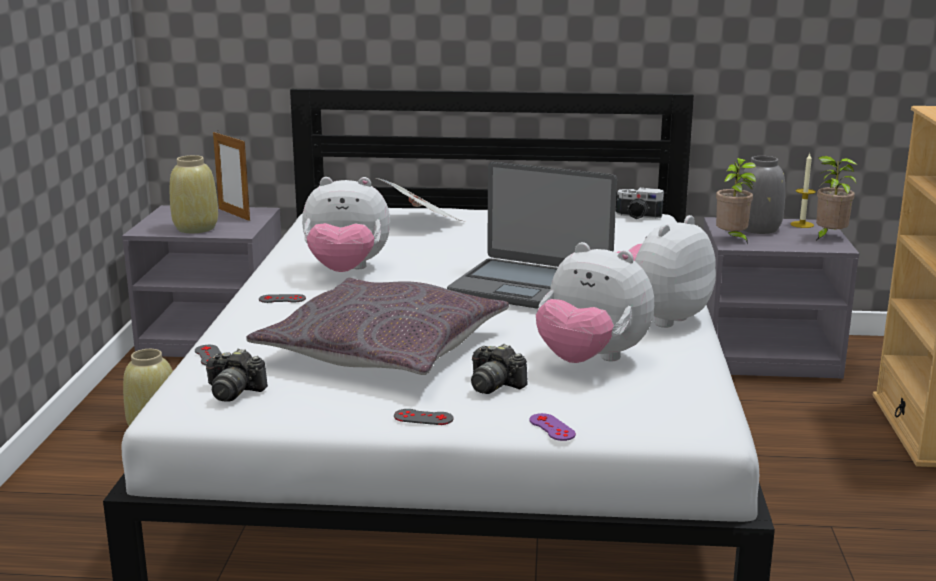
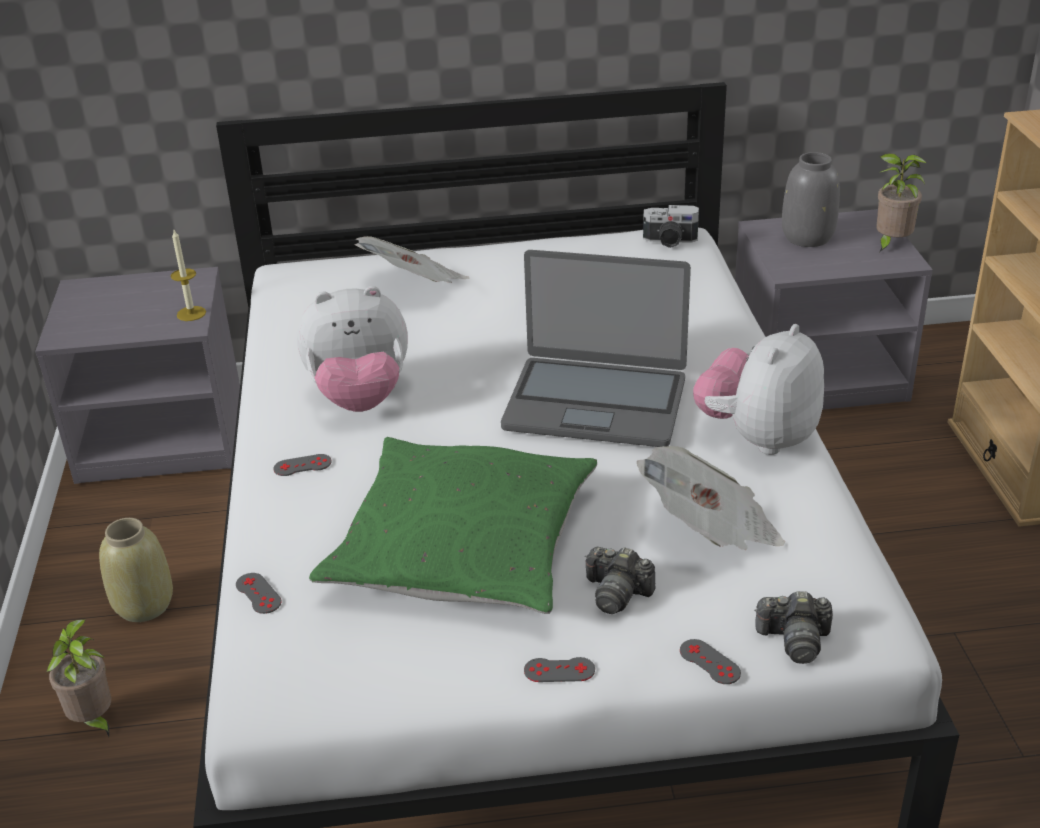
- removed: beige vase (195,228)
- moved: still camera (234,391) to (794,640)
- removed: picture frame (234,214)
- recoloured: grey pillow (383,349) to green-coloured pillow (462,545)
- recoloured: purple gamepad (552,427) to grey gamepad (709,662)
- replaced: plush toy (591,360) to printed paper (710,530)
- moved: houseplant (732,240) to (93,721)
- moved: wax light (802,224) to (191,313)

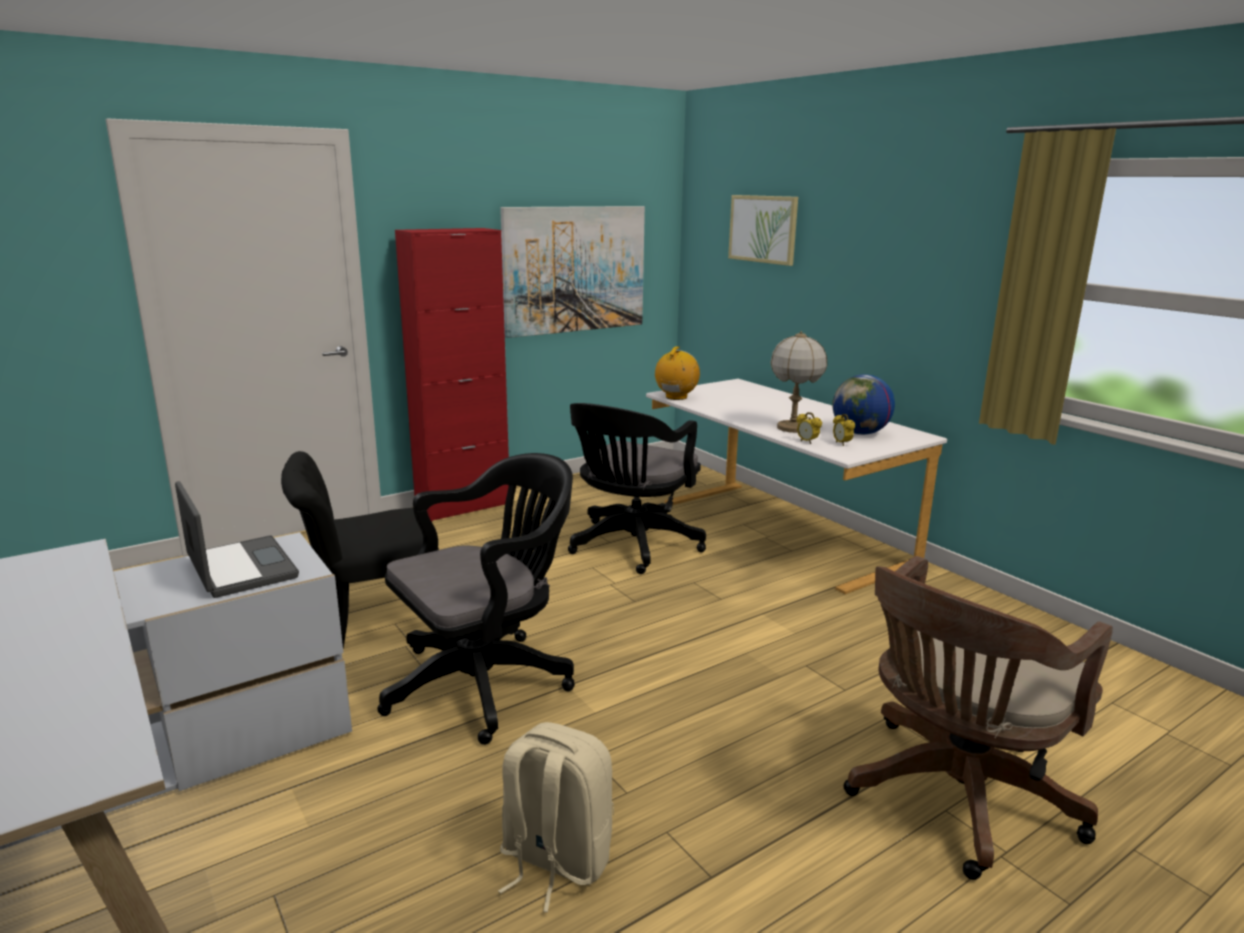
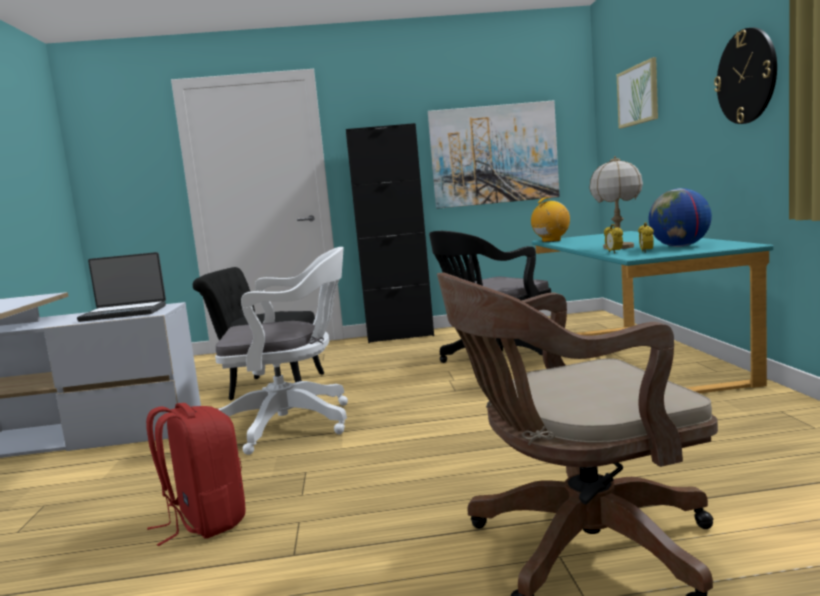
- turned: notebook computer (239,569) = (125,313) 90 degrees clockwise
- recoloured: black desk chair (486,682) to white desk chair (293,423)
- recoloured: reddish cabinet (463,506) to black cabinet (400,336)
- recoloured: beige rucksack (553,861) to reddish rucksack (204,522)
- recoloured: white desk unit (775,532) to blue-green desk unit (634,357)
- added: wall clock (746,76)

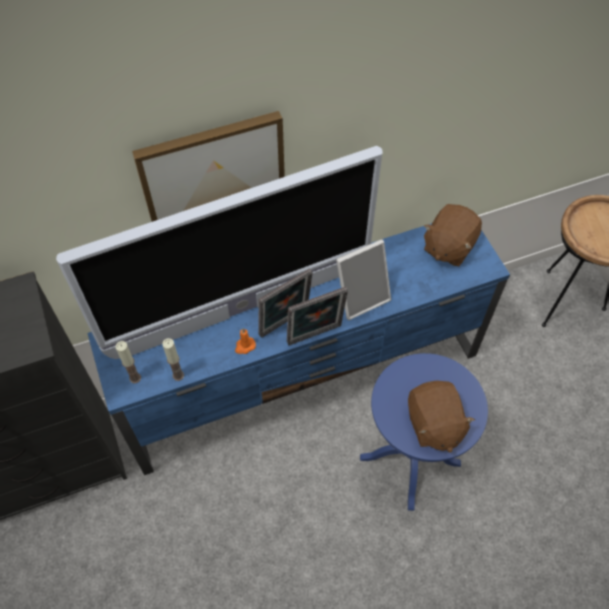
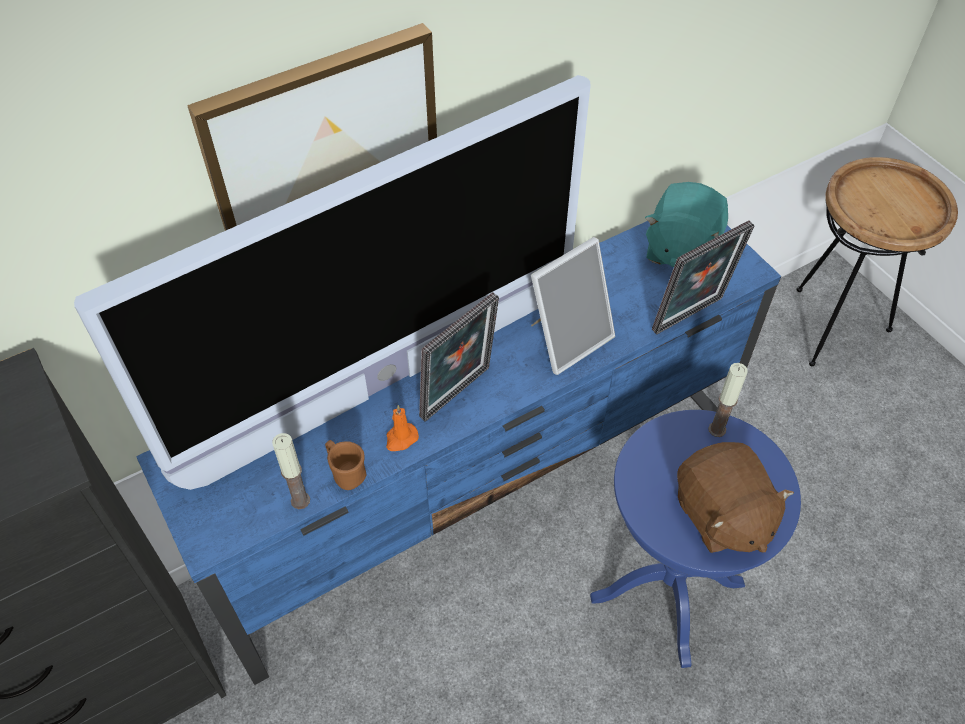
- moved: wax light (135,378) to (717,429)
- moved: picture frame (315,336) to (690,317)
- recoloured: brownish plush toy (448,246) to blue-green plush toy (680,249)
- added: brownish coffee mug (346,473)

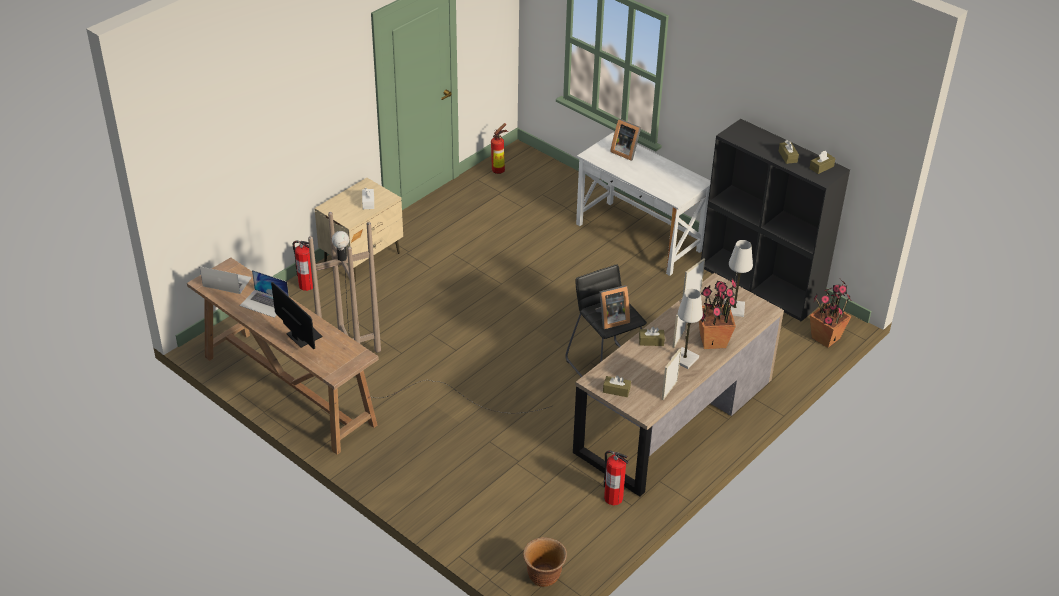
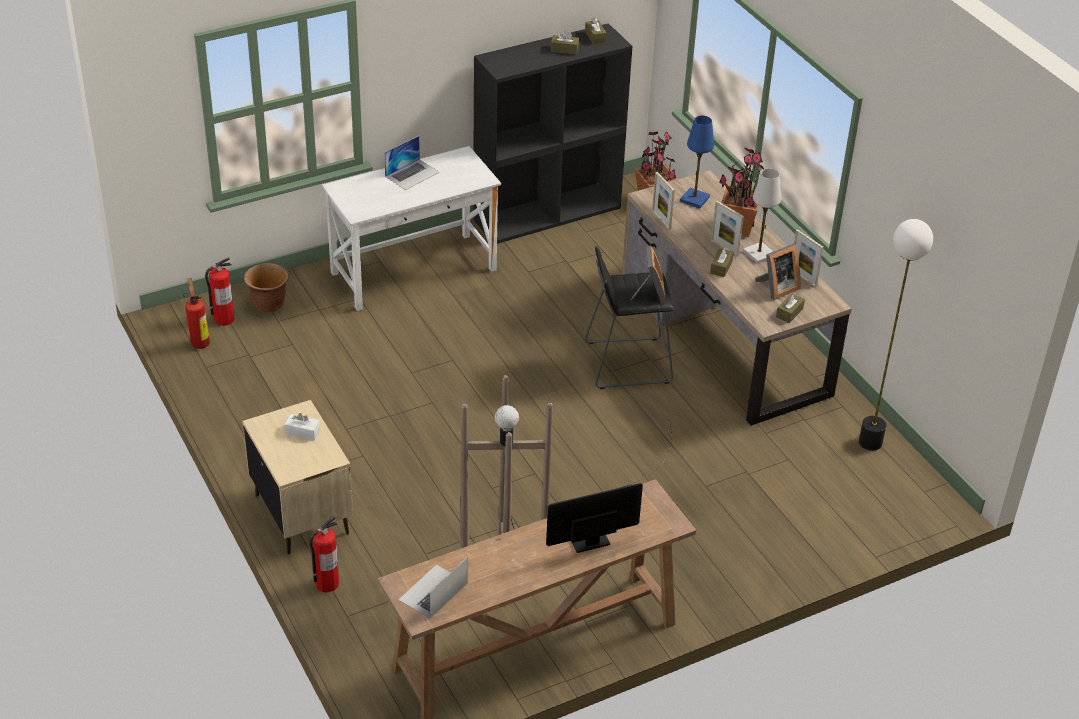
- moved: notebook computer (264,303) to (412,174)
- moved: brownish planter (544,576) to (268,304)
- moved: fire extinguisher (613,498) to (223,319)
- moved: picture frame (625,152) to (776,288)
- recoloured: white tabletop lamp (734,309) to blue tabletop lamp (694,199)
- added: floor lamp (870,442)

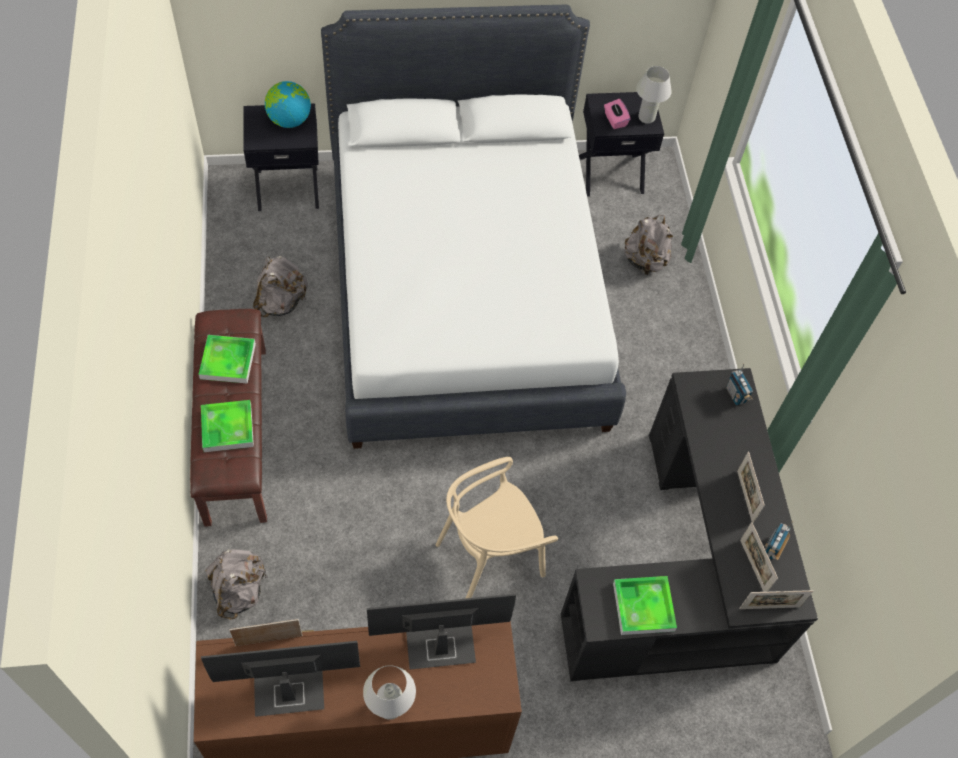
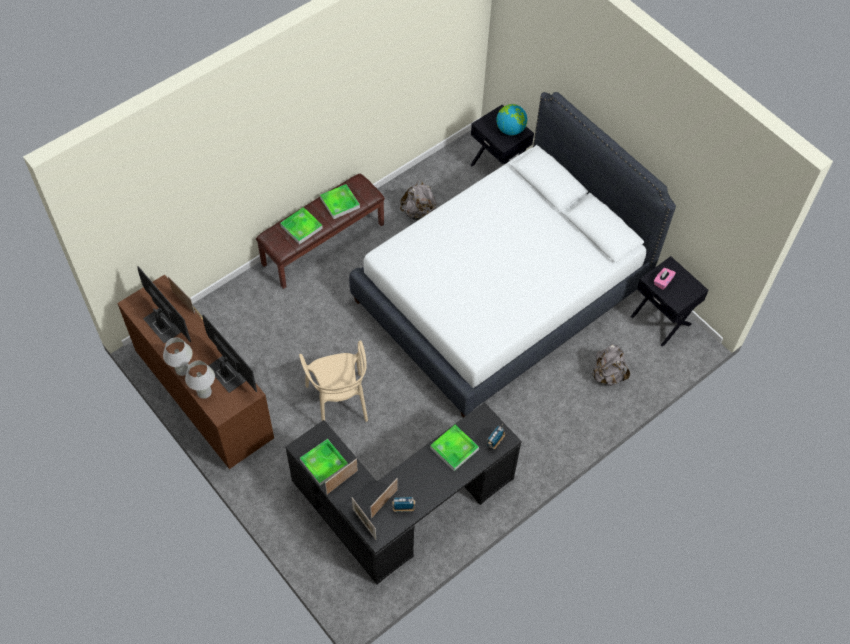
- removed: grey rucksack (239,591)
- turned: beige chair (490,555) = (339,401) 135 degrees counterclockwise
- moved: white tabletop lamp (646,117) to (204,392)
- moved: picture frame (745,497) to (342,482)
- added: serving tray (454,449)

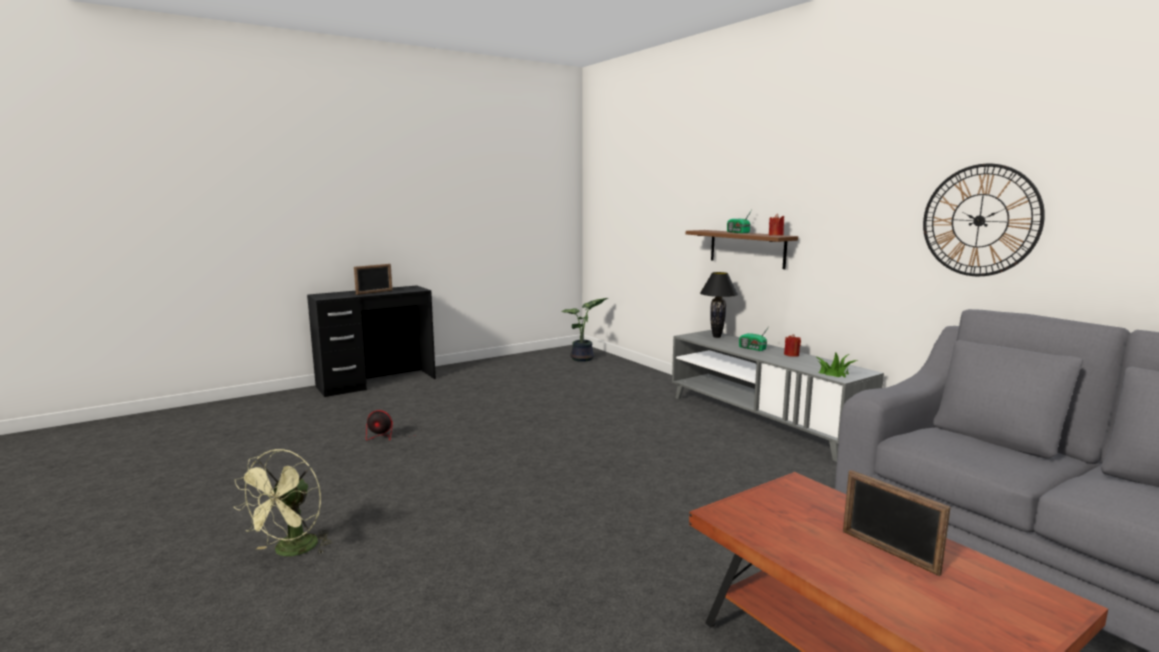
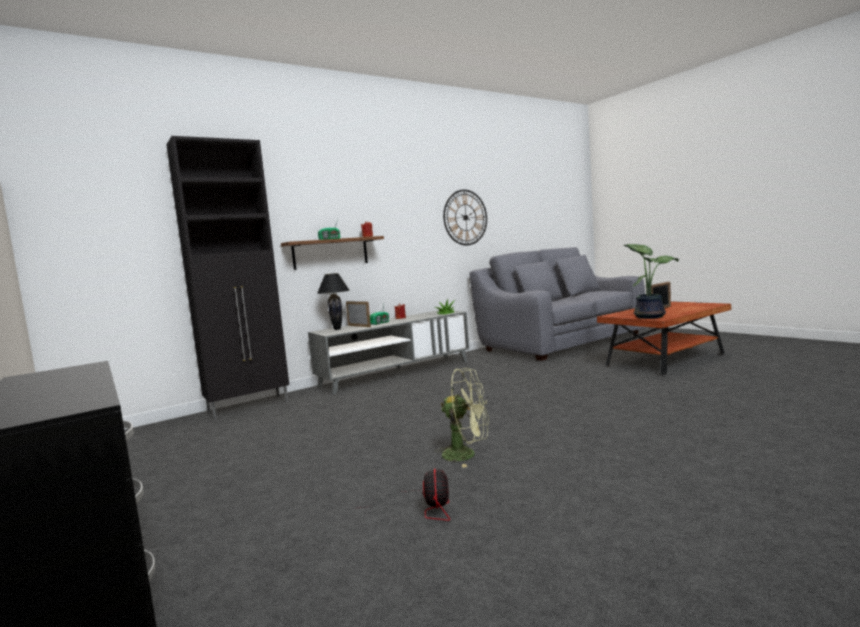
- moved: green-coloured fan (291,551) to (466,455)
- moved: picture frame (374,292) to (359,326)
- moved: houseplant (583,359) to (649,316)
- added: black cabinet (249,407)

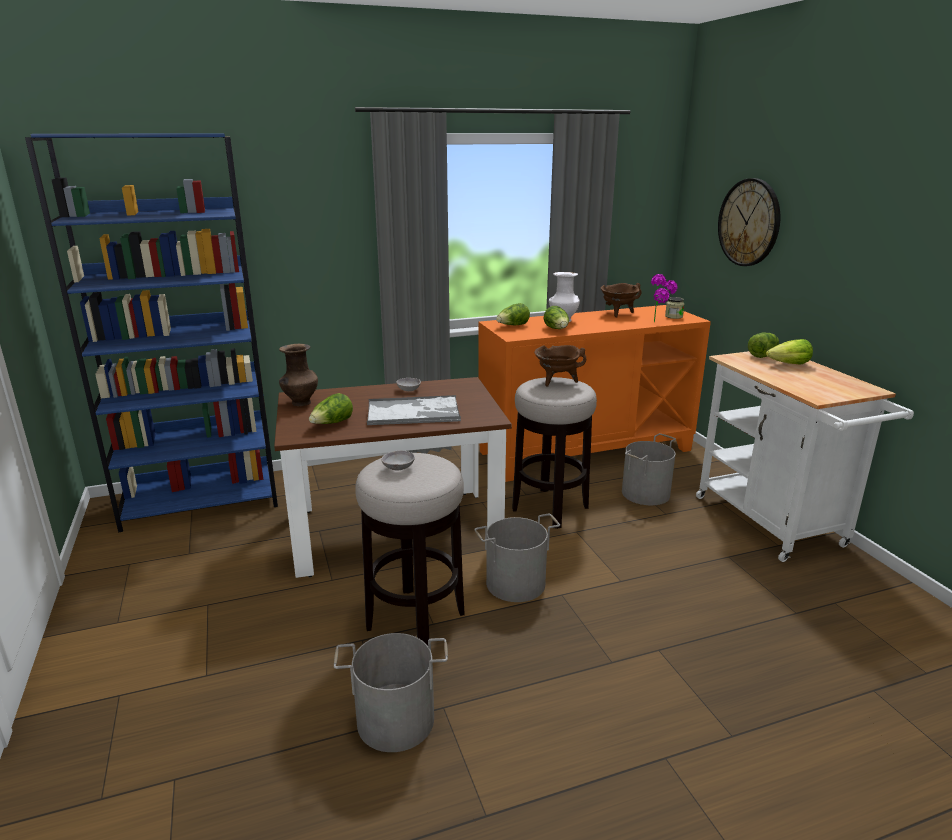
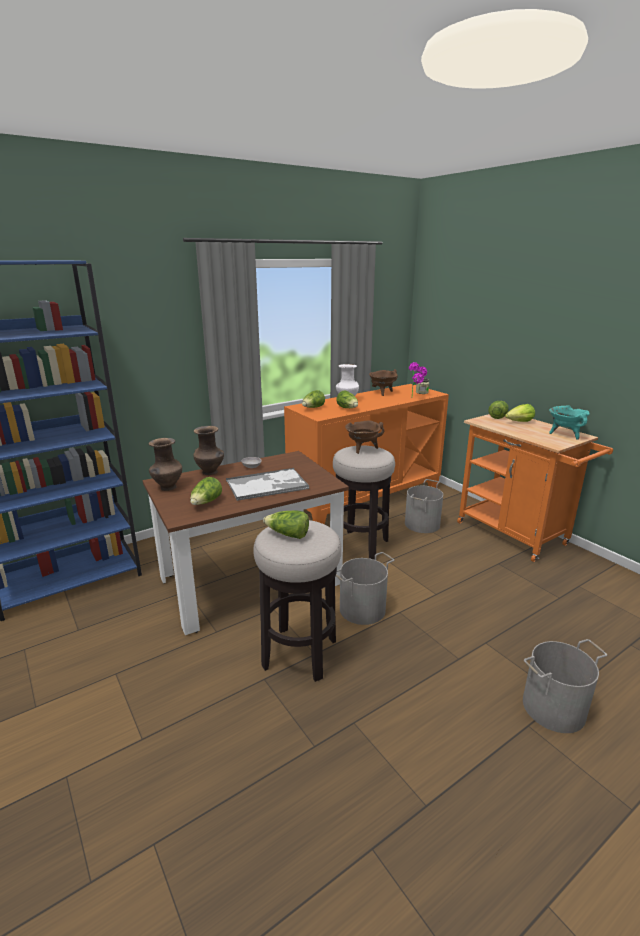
- moved: grey water bucket (395,719) to (553,707)
- replaced: grey deep dish (398,468) to head of lettuce (288,535)
- recoloured: white wheeled cart (775,525) to orange-coloured wheeled cart (517,536)
- removed: wall clock (749,222)
- added: brownish vase (210,472)
- added: blue-green saucepot (565,434)

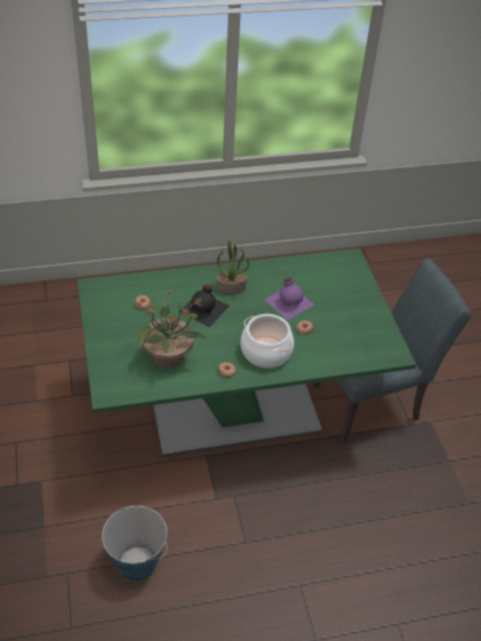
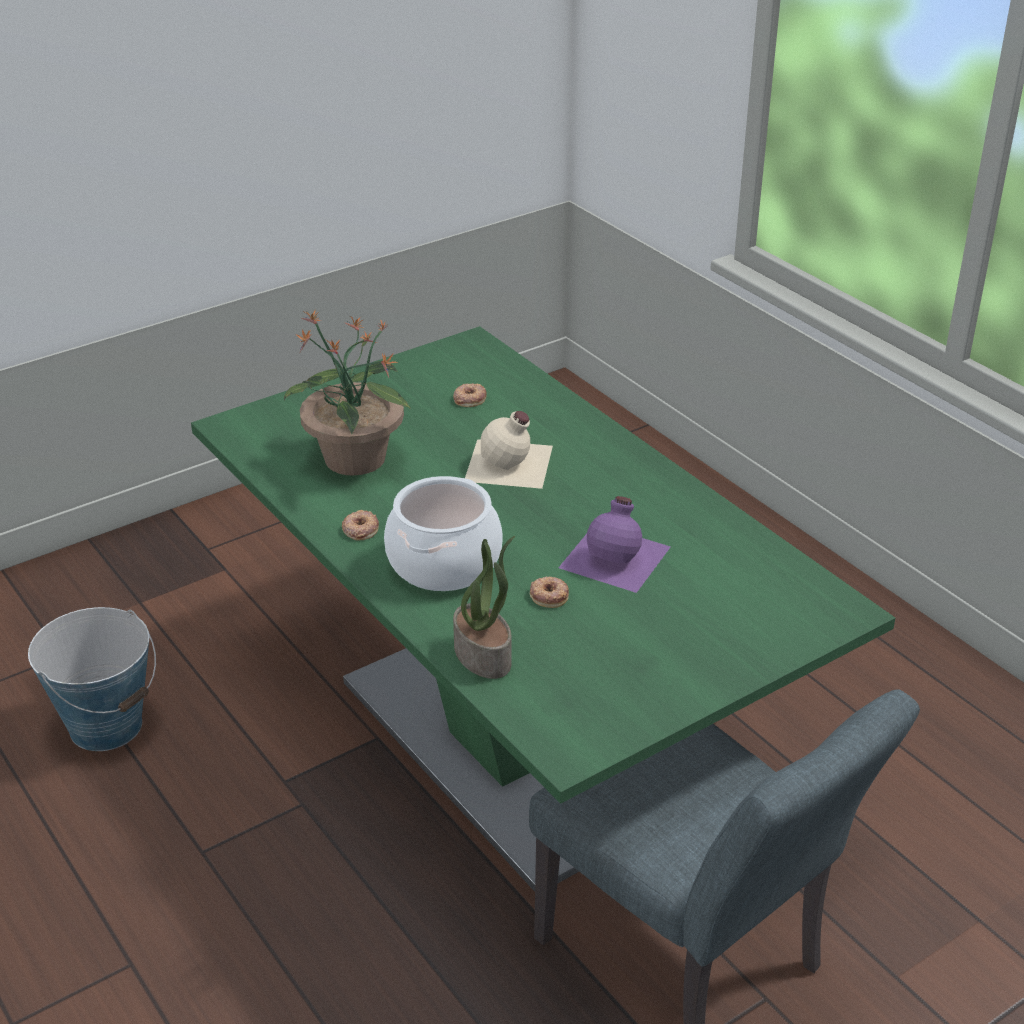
- recoloured: black drink bottle (205,308) to beige drink bottle (510,464)
- moved: houseplant (231,288) to (484,655)

